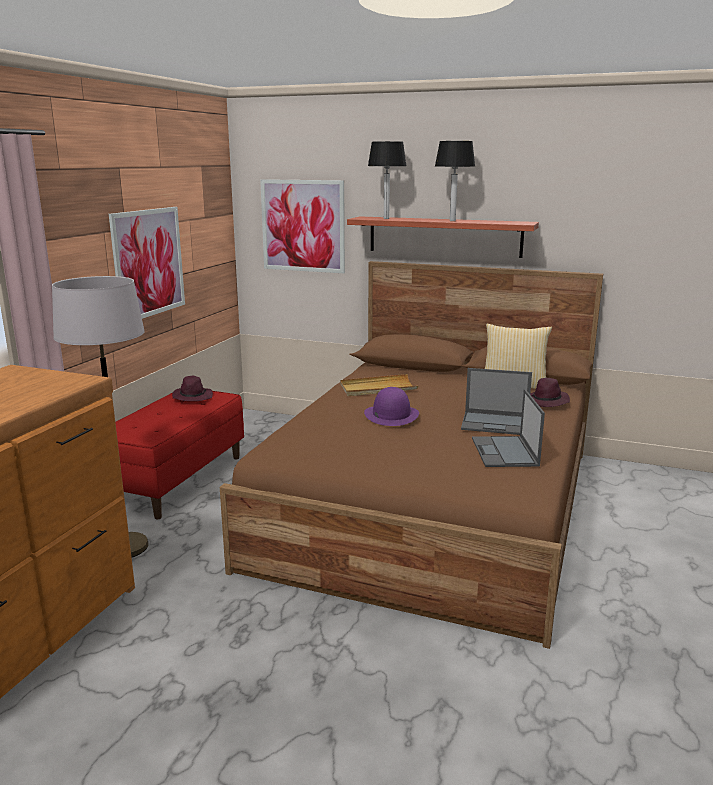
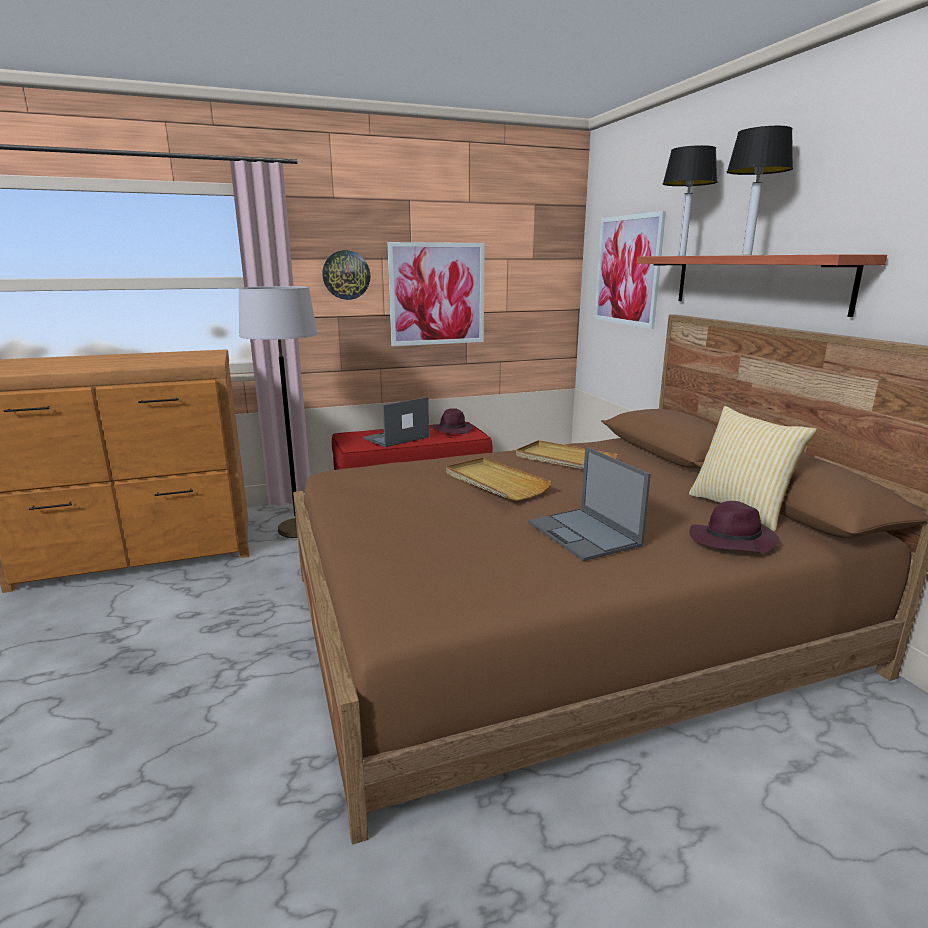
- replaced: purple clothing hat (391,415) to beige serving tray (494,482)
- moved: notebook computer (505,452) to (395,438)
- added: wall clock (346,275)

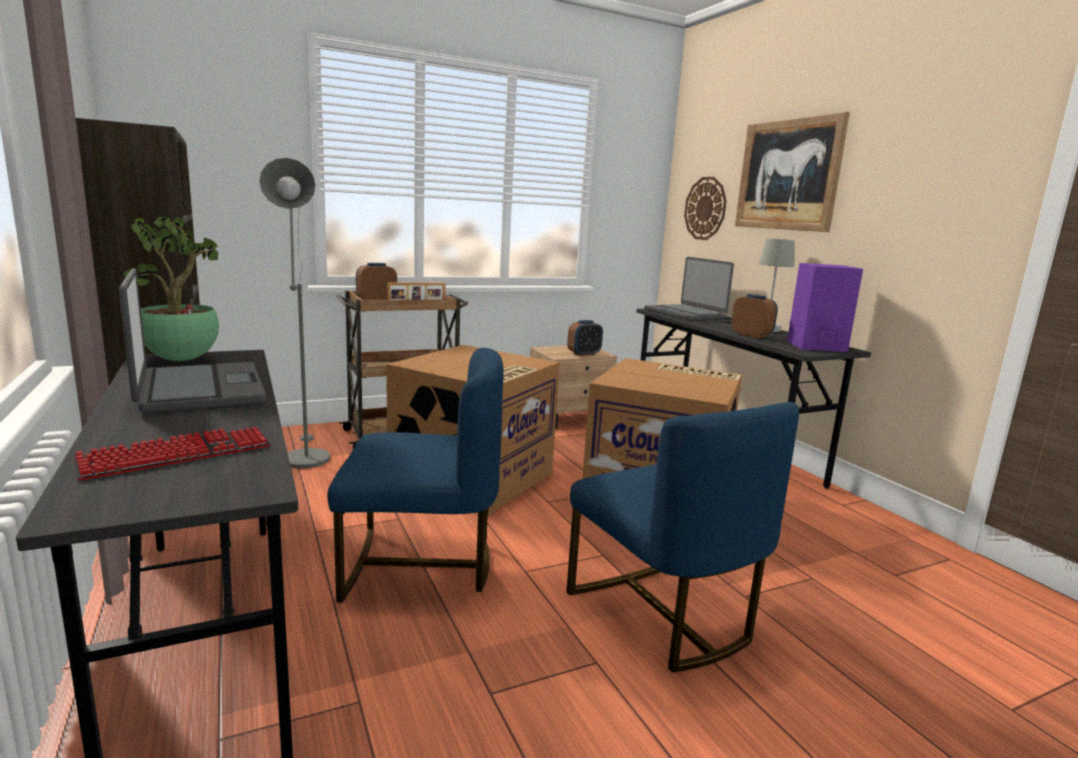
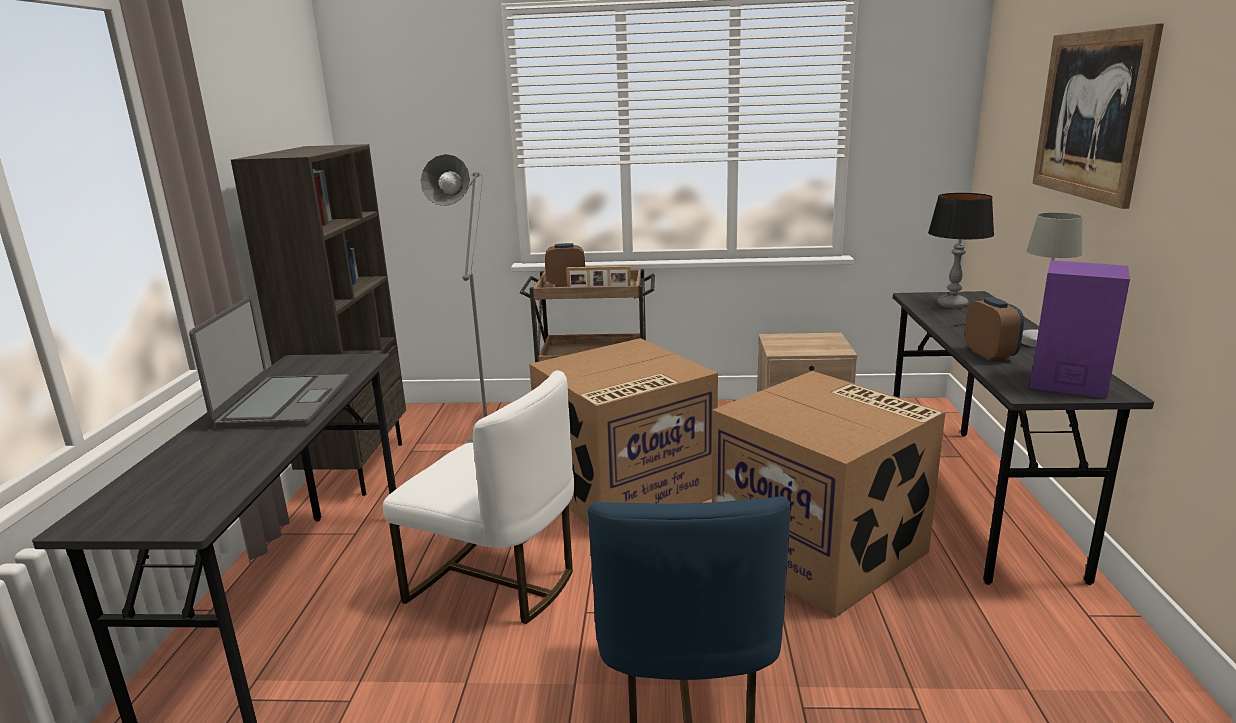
- removed: PC keyboard (177,455)
- removed: houseplant (184,360)
- recoloured: blue chair (420,565) to white chair (495,581)
- removed: alarm clock (584,354)
- replaced: notebook computer (685,314) to tabletop lamp (952,305)
- removed: wall clock (705,208)

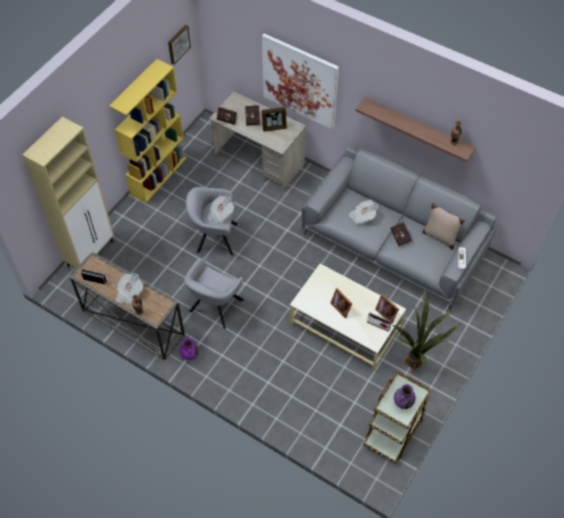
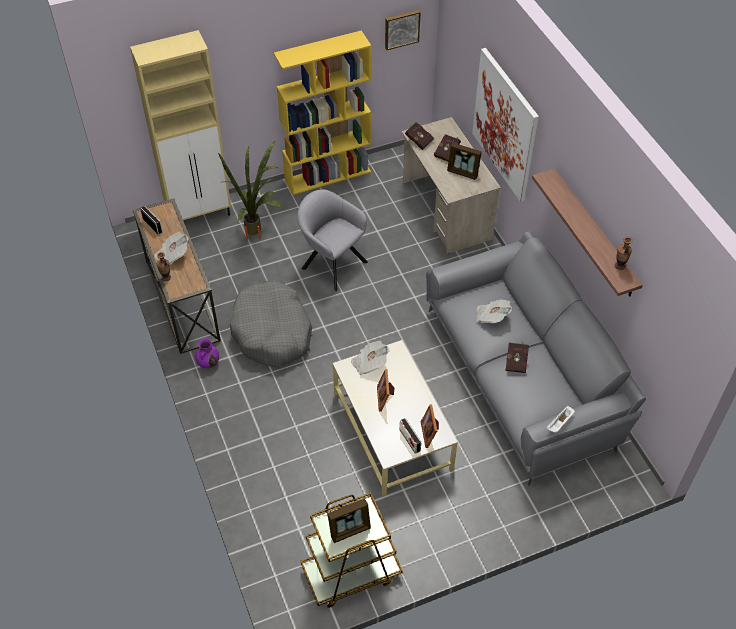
- replaced: grey armchair (214,308) to grey dog bed (272,332)
- moved: printed paper (220,213) to (369,363)
- moved: houseplant (417,363) to (259,235)
- replaced: purple vase (403,402) to picture frame (349,530)
- removed: beige pillow (439,237)

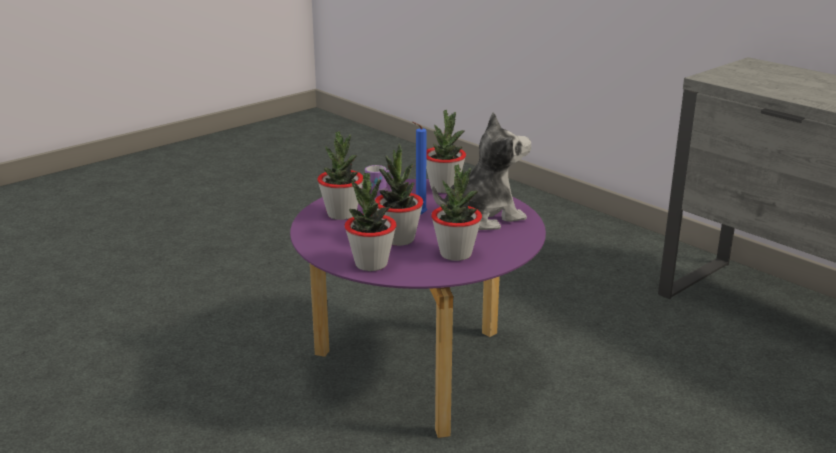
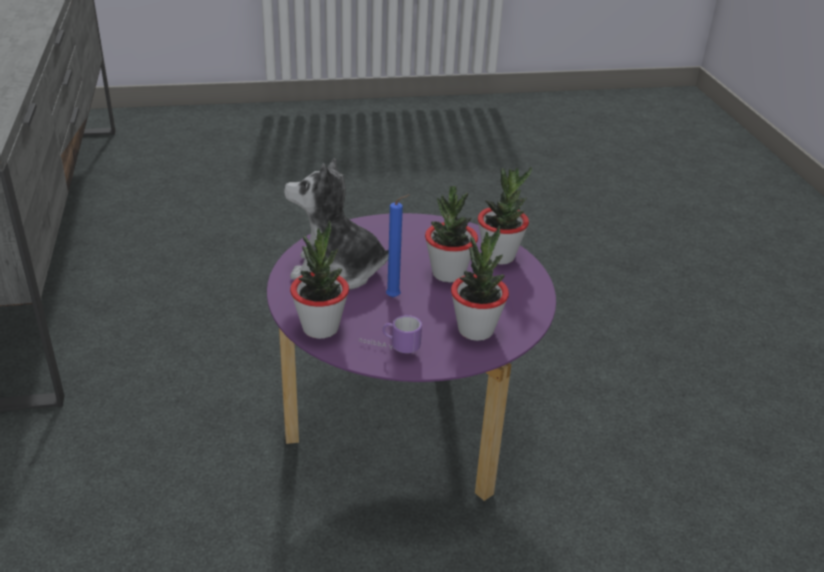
- removed: houseplant (456,254)

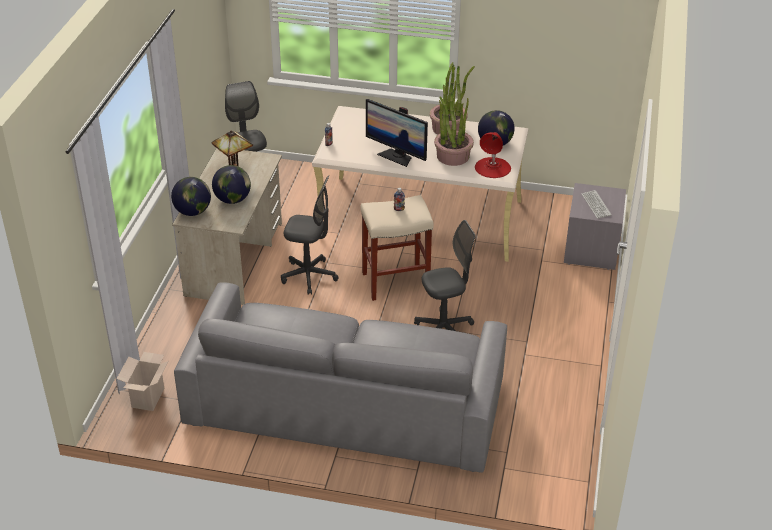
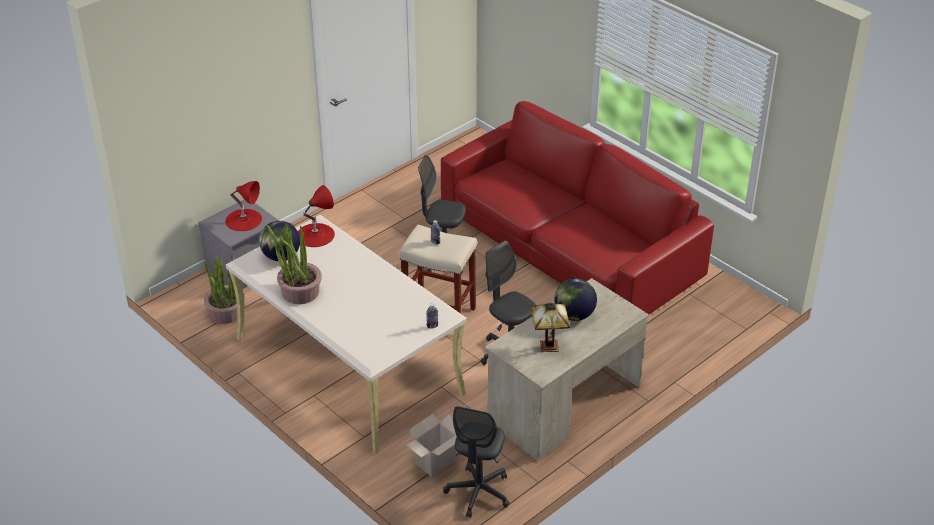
- moved: carton (147,397) to (435,463)
- removed: desk globe (193,211)
- recoloured: grey sofa (346,401) to reddish sofa (568,244)
- removed: computer display (397,156)
- moved: houseplant (452,156) to (226,313)
- replaced: PC keyboard (596,205) to reddish tabletop lamp (243,220)

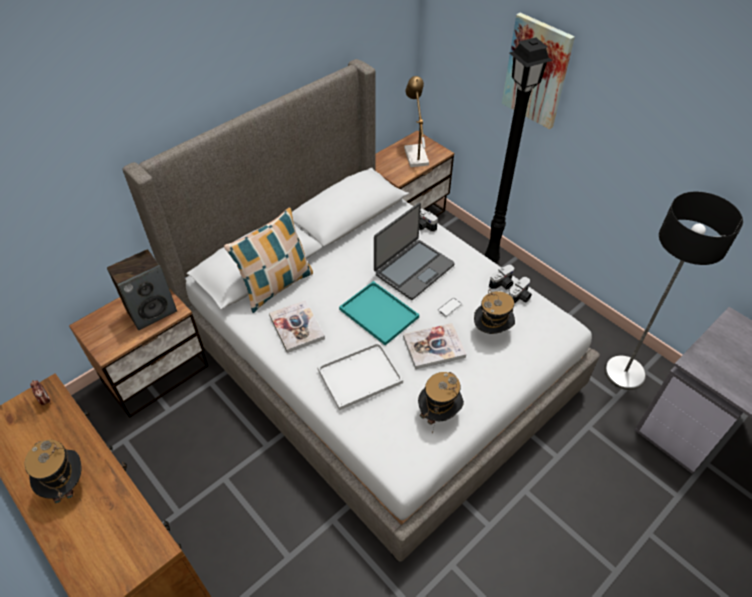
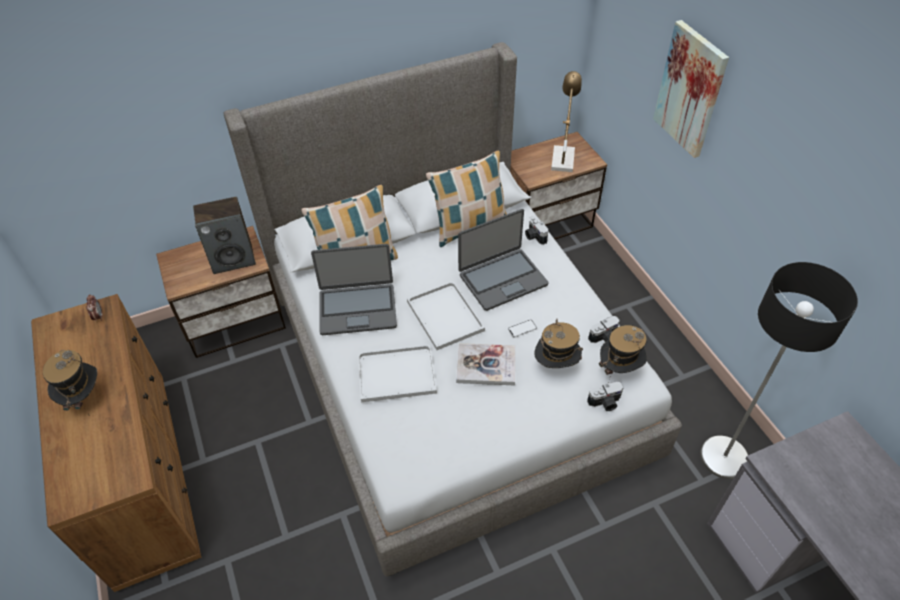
- replaced: bound book (296,327) to notebook computer (357,309)
- recoloured: blue-green serving tray (377,313) to white serving tray (443,315)
- moved: clothing hat (438,414) to (619,369)
- removed: black floor lamp (492,259)
- moved: still camera (502,284) to (605,403)
- added: pillow (469,227)

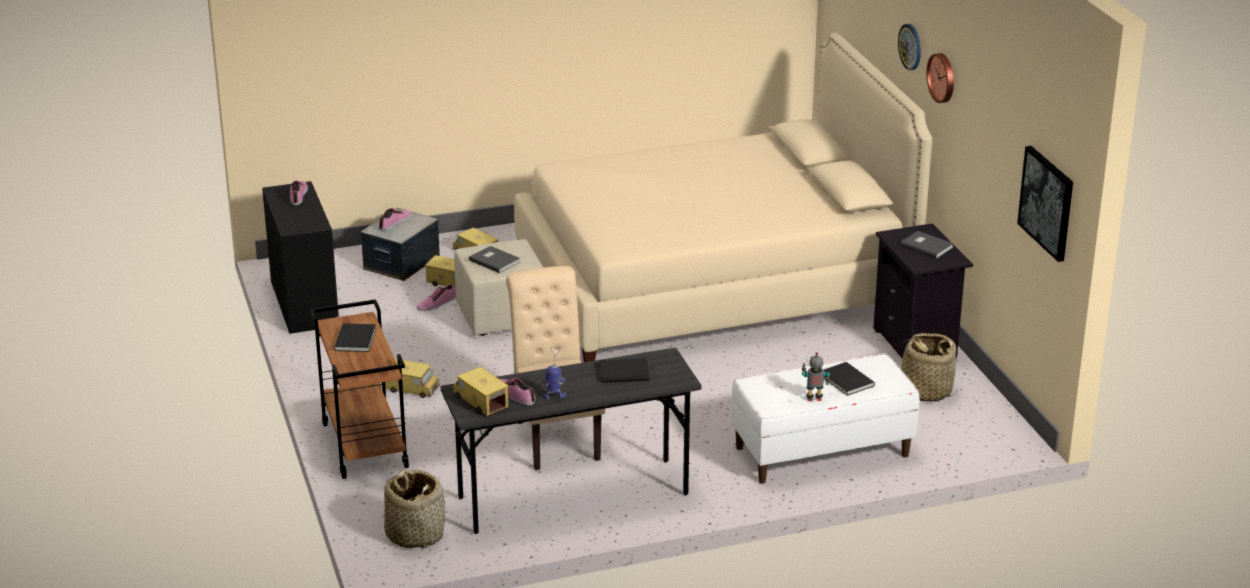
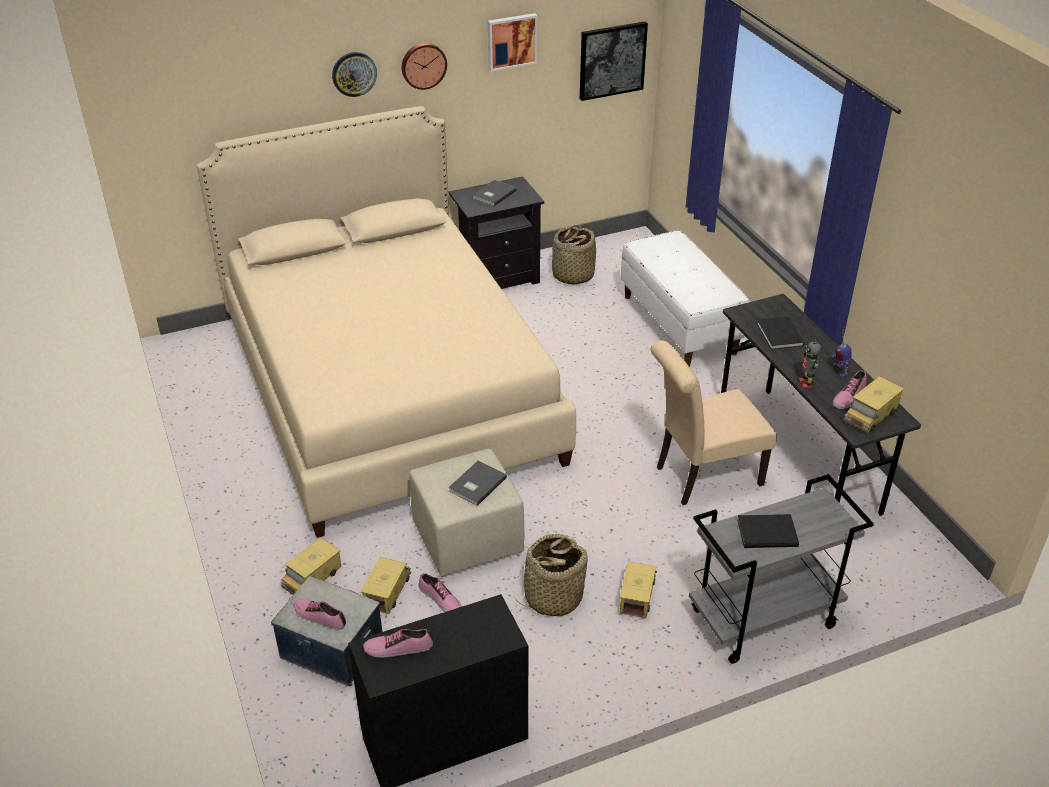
- recoloured: brownish wheeled cart (363,445) to grey wheeled cart (763,620)
- moved: household basket (415,534) to (553,597)
- moved: model robot (814,399) to (806,383)
- removed: black bound book (846,381)
- added: picture (511,41)

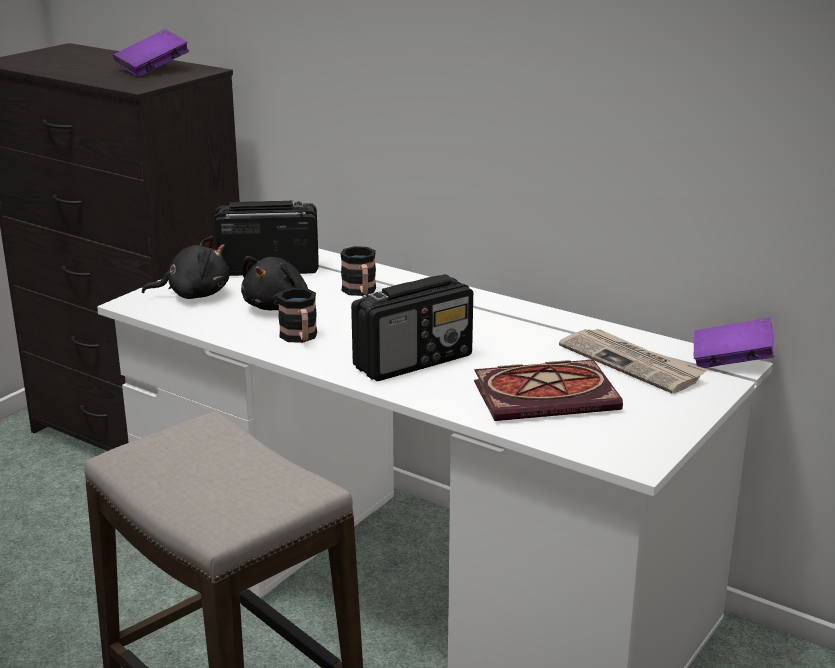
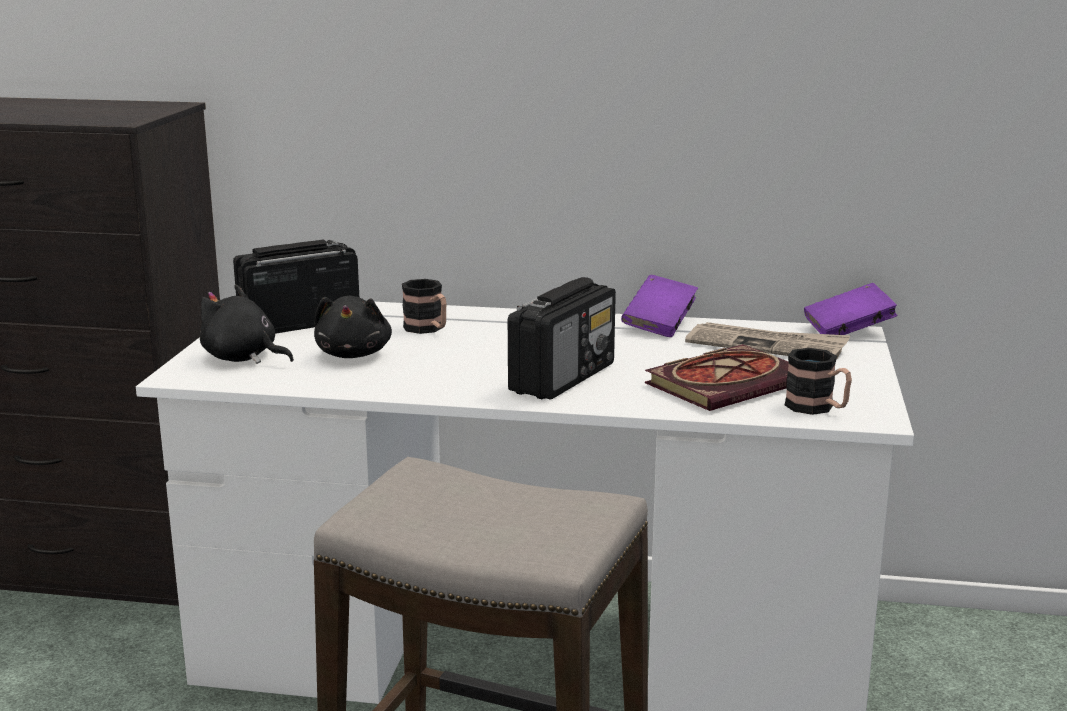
- moved: purple bound book (153,70) to (659,325)
- turned: black plush toy (194,294) = (243,358) 120 degrees counterclockwise
- moved: coffee mug (300,338) to (817,408)

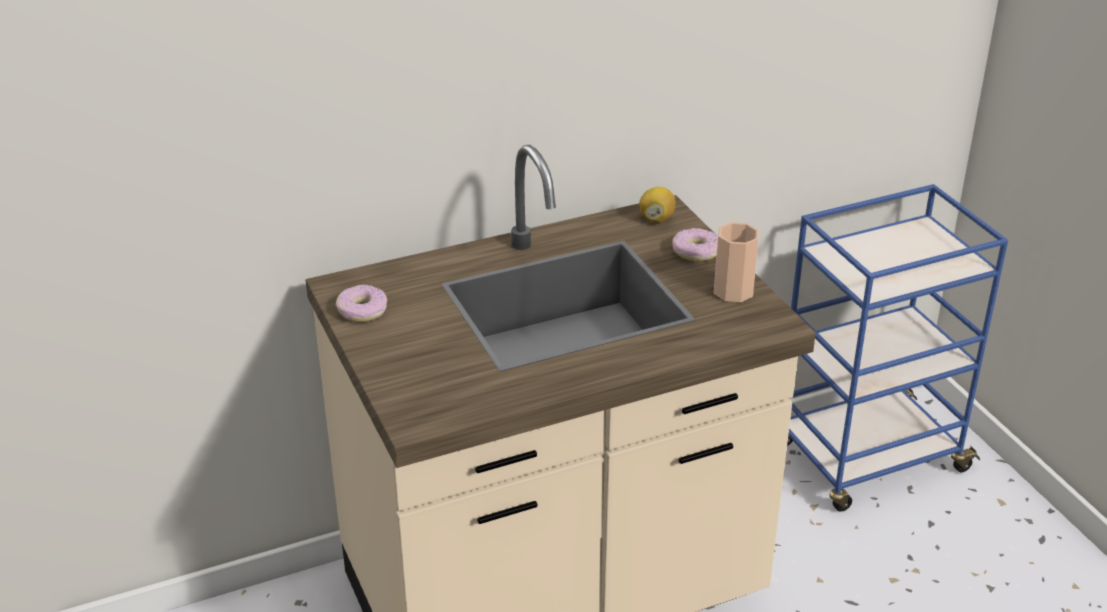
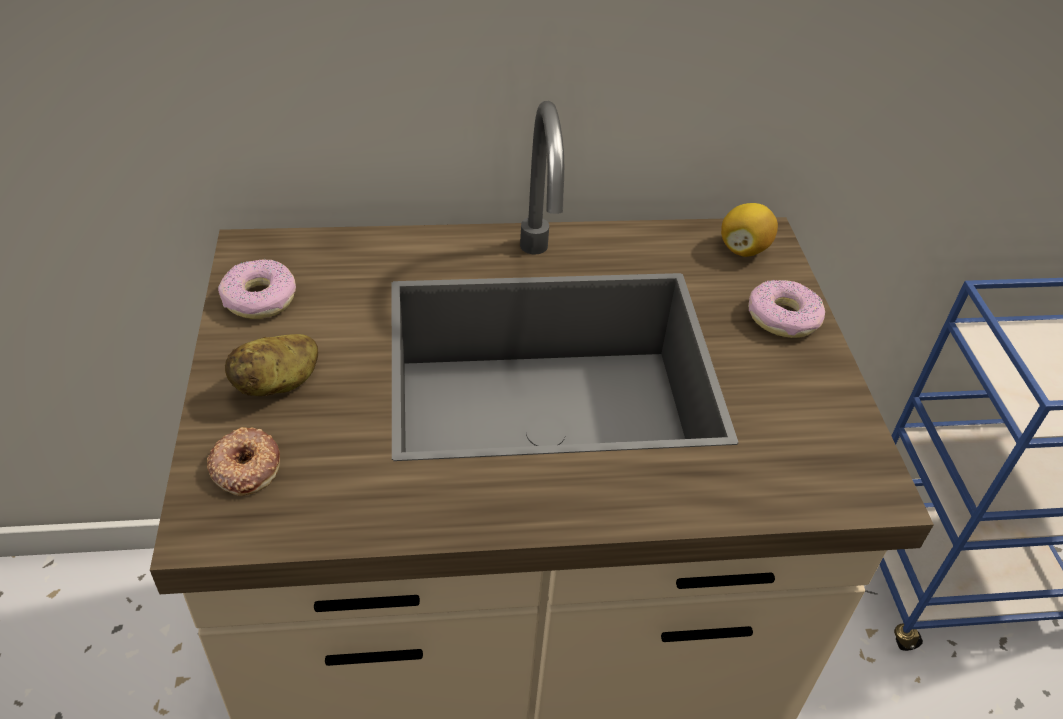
- removed: cup (733,291)
- added: ring doughnut (245,467)
- added: whole potato (279,384)

